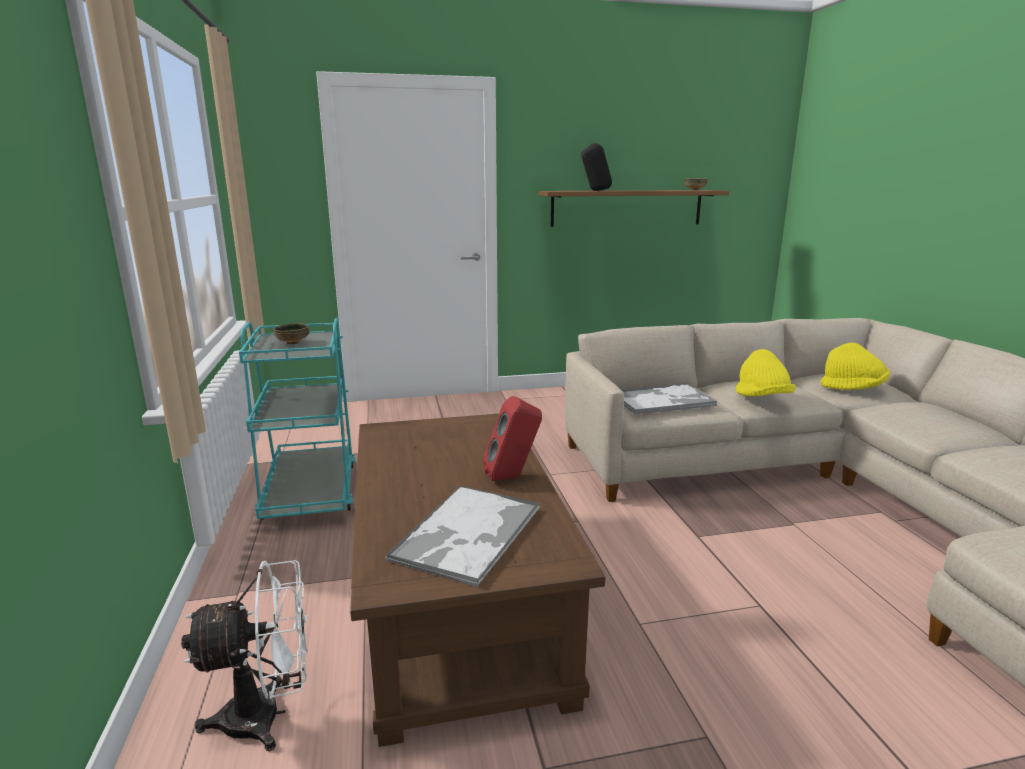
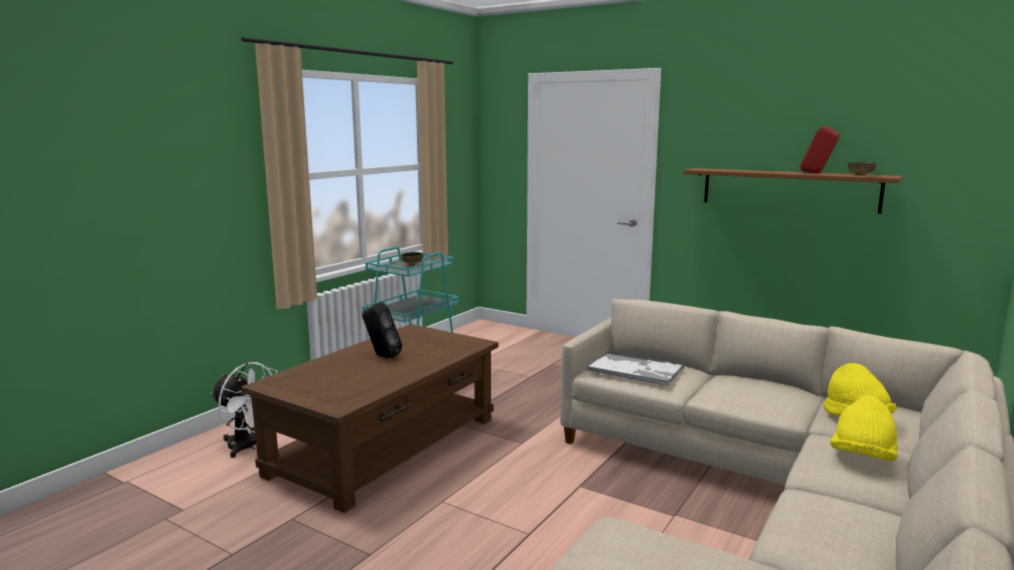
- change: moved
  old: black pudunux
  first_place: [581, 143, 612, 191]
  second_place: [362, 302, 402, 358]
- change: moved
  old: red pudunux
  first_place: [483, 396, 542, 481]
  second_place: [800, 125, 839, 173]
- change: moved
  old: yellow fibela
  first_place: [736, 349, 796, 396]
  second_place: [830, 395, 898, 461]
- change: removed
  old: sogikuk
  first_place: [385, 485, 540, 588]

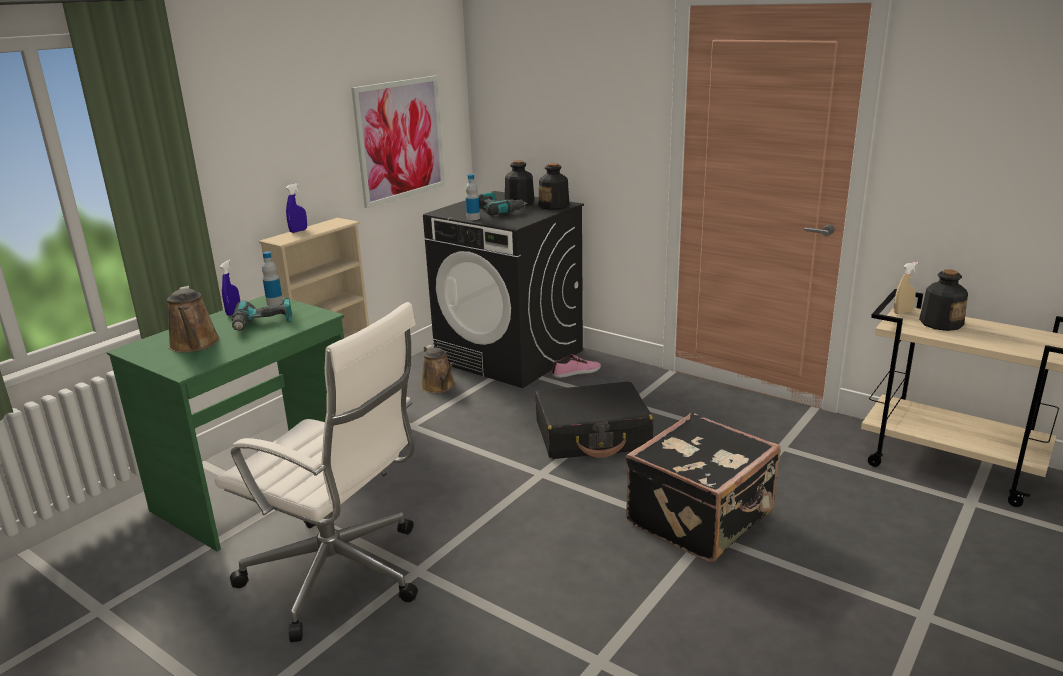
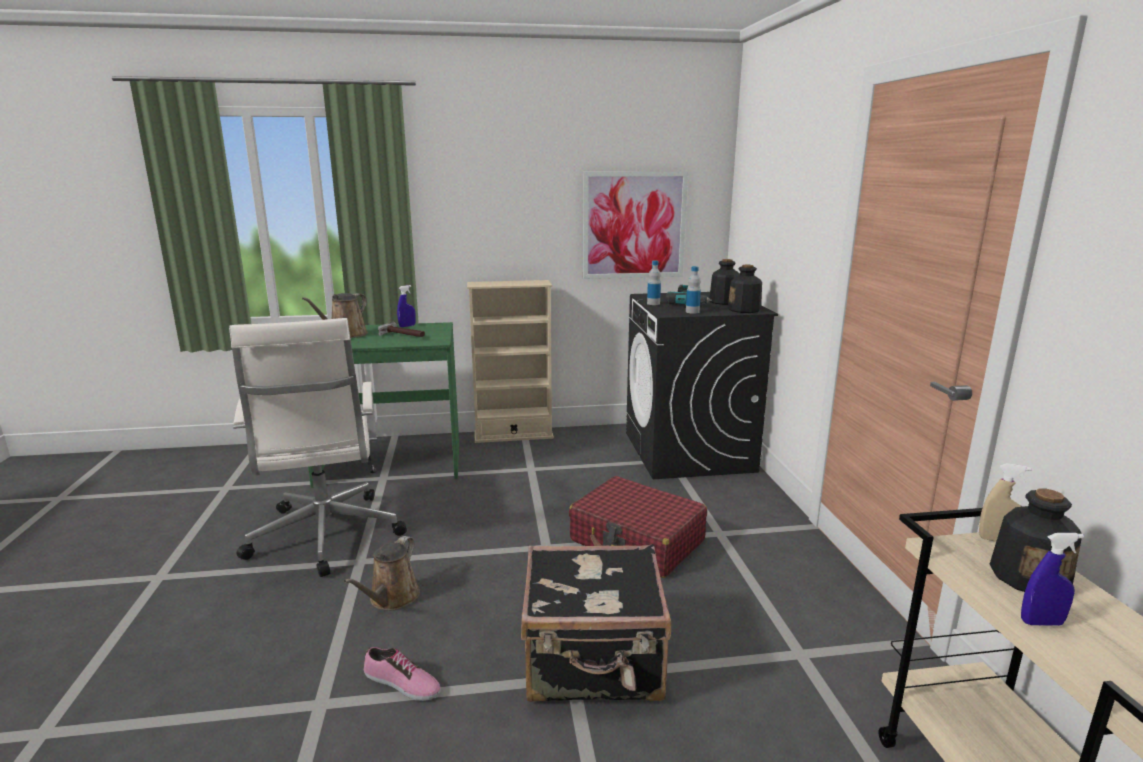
- change: moved
  old: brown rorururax
  first_place: [421, 345, 455, 393]
  second_place: [344, 536, 420, 611]
- change: moved
  old: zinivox
  first_place: [552, 354, 601, 378]
  second_place: [364, 647, 441, 701]
- change: replaced
  old: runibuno
  new: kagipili
  first_place: [232, 298, 292, 331]
  second_place: [378, 322, 425, 337]
- change: recoloured
  old: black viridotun
  new: red viridotun
  first_place: [535, 382, 653, 459]
  second_place: [569, 476, 707, 578]
- change: moved
  old: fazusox
  first_place: [262, 251, 283, 306]
  second_place: [686, 266, 701, 314]
- change: moved
  old: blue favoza
  first_place: [286, 183, 307, 233]
  second_place: [1021, 533, 1084, 626]

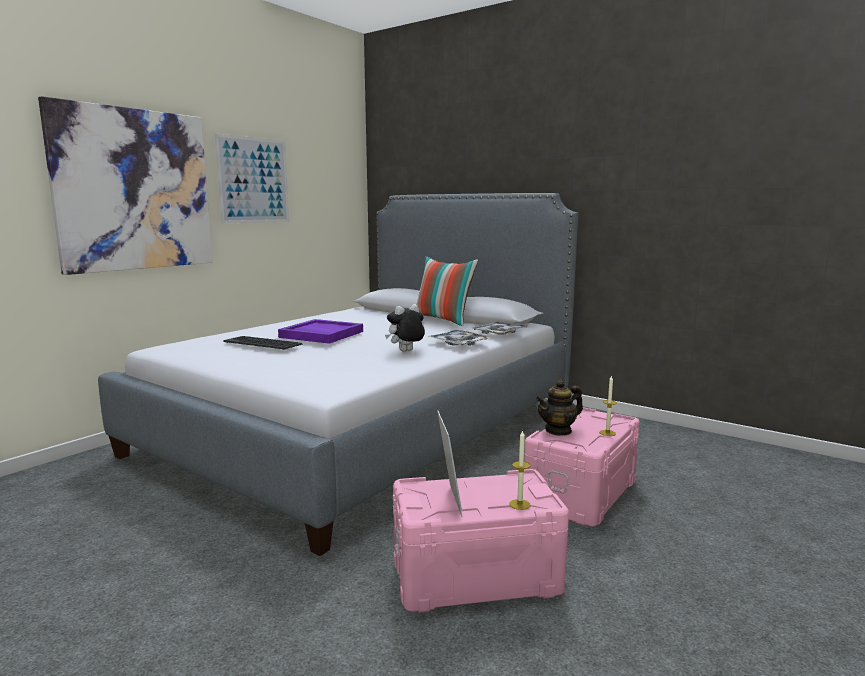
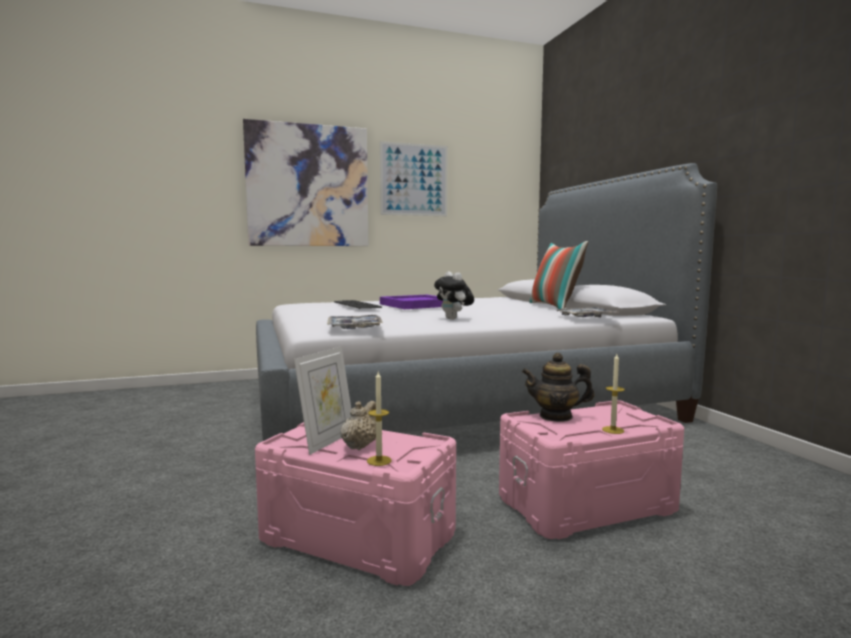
- change: moved
  old: sogikuk
  first_place: [428, 330, 490, 346]
  second_place: [327, 315, 383, 329]
- change: added
  new: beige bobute
  second_place: [340, 401, 376, 450]
- change: turned
  old: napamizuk
  first_place: [385, 304, 425, 351]
  second_place: [434, 271, 474, 320]
  degrees: -120

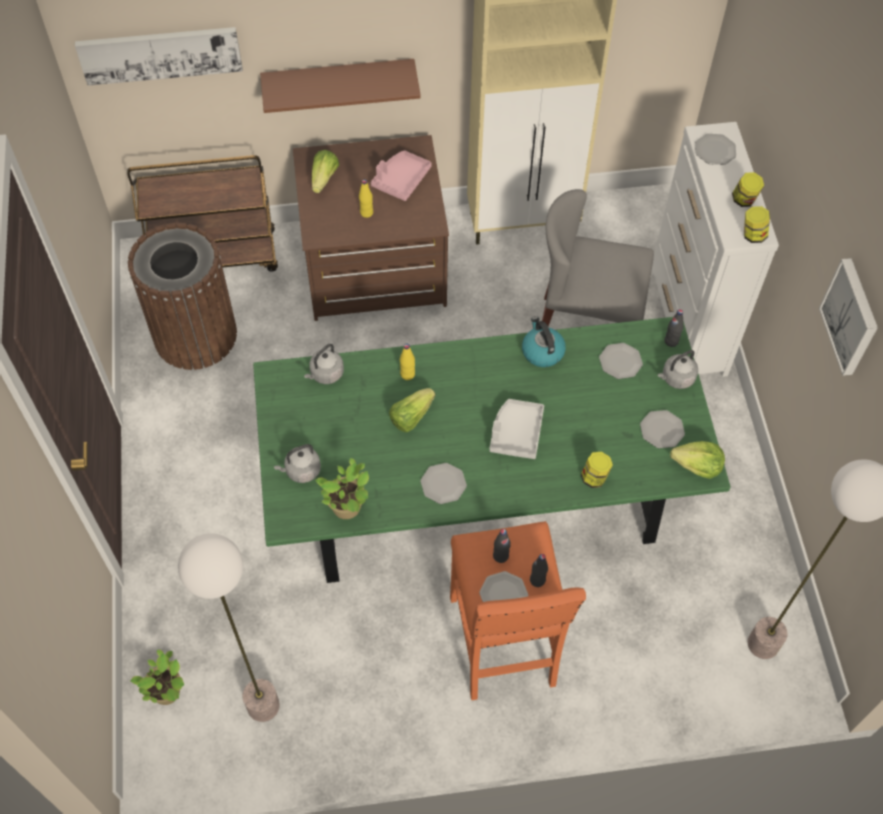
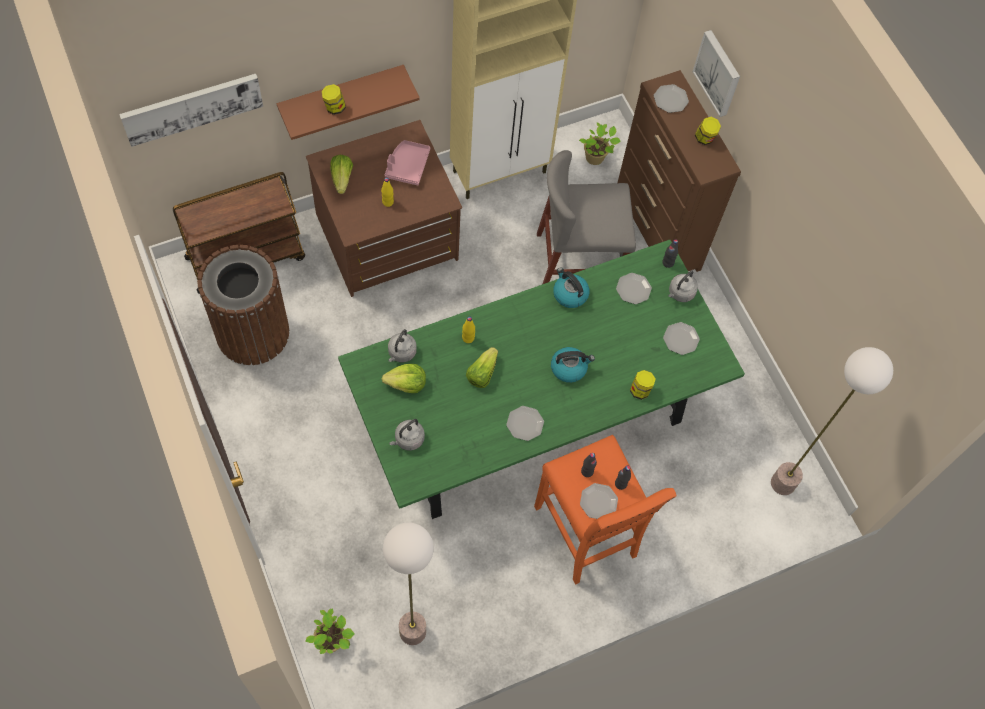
- change: moved
  old: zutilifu
  first_place: [744, 206, 770, 243]
  second_place: [321, 84, 346, 115]
- change: moved
  old: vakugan
  first_place: [670, 441, 725, 479]
  second_place: [382, 364, 426, 393]
- change: replaced
  old: grey sogikuk
  new: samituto
  first_place: [489, 399, 544, 459]
  second_place: [551, 347, 595, 383]
- change: moved
  old: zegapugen
  first_place: [315, 458, 369, 519]
  second_place: [579, 123, 621, 165]
- change: recoloured
  old: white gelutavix
  new: brown gelutavix
  first_place: [651, 122, 779, 377]
  second_place: [618, 70, 741, 272]
- change: moved
  old: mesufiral
  first_place: [819, 258, 878, 376]
  second_place: [693, 30, 740, 117]

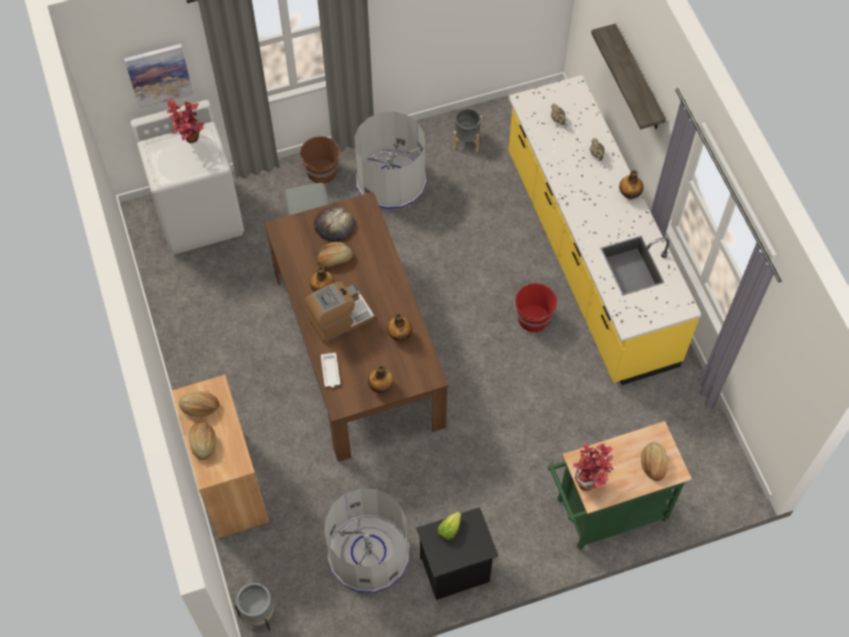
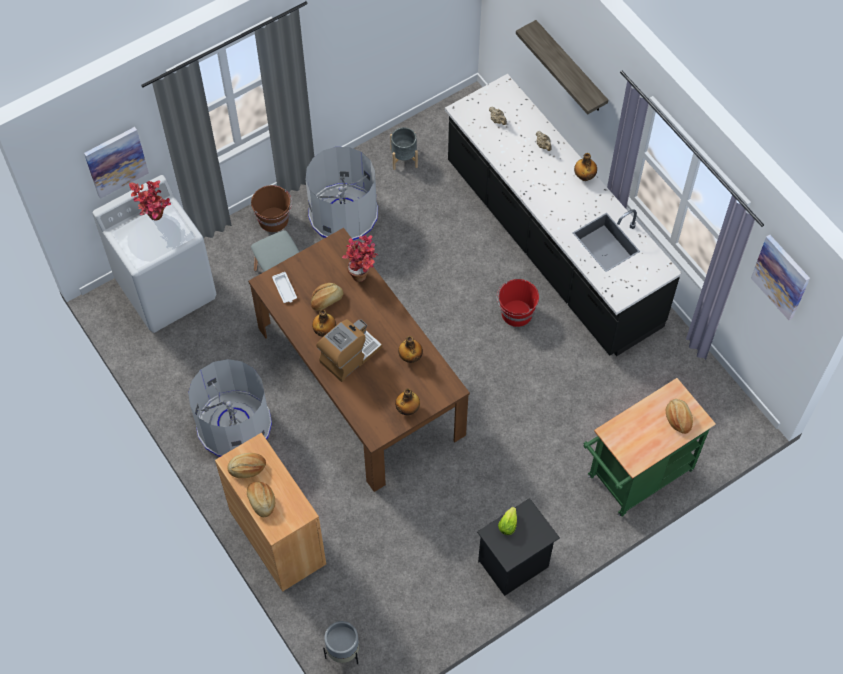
- change: moved
  old: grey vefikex
  first_place: [324, 488, 410, 593]
  second_place: [188, 359, 272, 457]
- change: moved
  old: white sogikuk
  first_place: [321, 353, 340, 388]
  second_place: [272, 272, 297, 303]
- change: moved
  old: zegapugen
  first_place: [573, 443, 614, 491]
  second_place: [342, 234, 378, 282]
- change: recoloured
  old: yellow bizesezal
  new: black bizesezal
  first_place: [508, 75, 702, 385]
  second_place: [445, 74, 682, 356]
- change: added
  new: mesufiral
  second_place: [751, 235, 810, 320]
- change: removed
  old: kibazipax
  first_place: [314, 206, 355, 242]

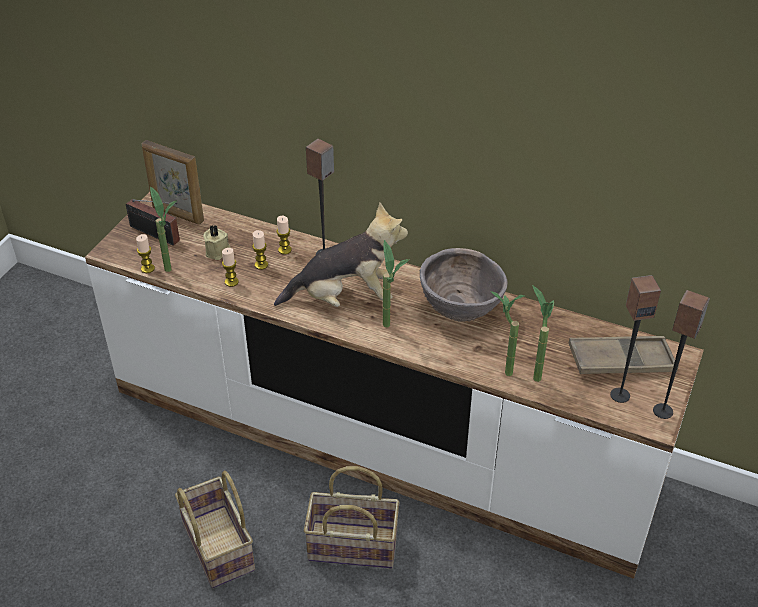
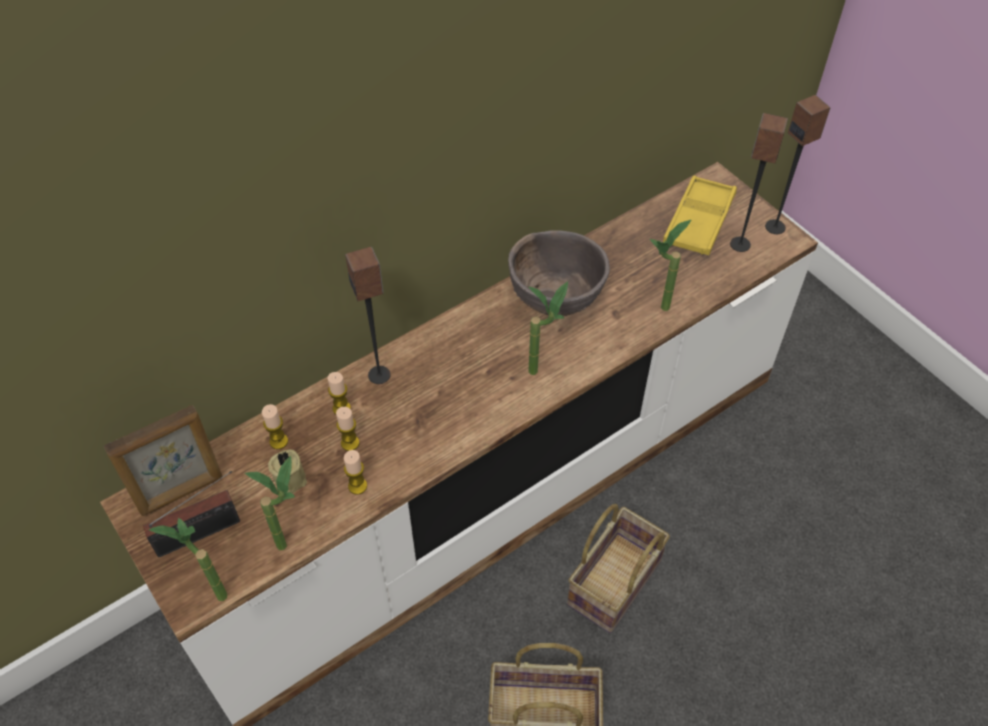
- change: moved
  old: zegapugen
  first_place: [532, 285, 554, 382]
  second_place: [148, 518, 227, 601]
- change: moved
  old: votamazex
  first_place: [136, 234, 155, 273]
  second_place: [262, 404, 288, 449]
- change: recoloured
  old: brown sogikuk
  new: yellow sogikuk
  first_place: [569, 336, 678, 374]
  second_place: [663, 176, 737, 255]
- change: removed
  old: napamizuk
  first_place: [274, 202, 408, 307]

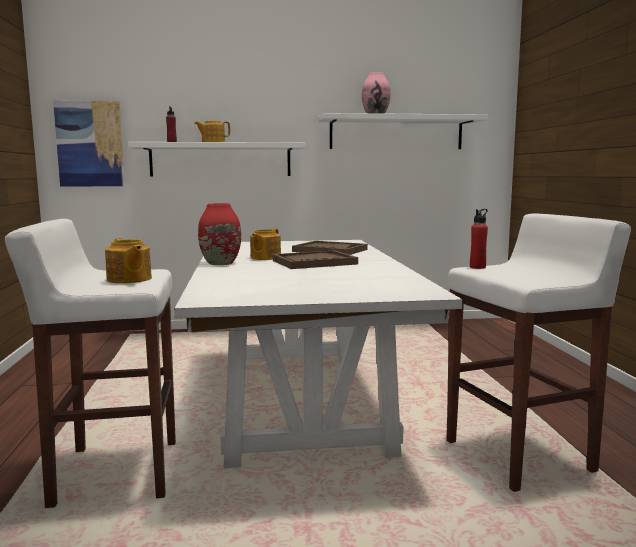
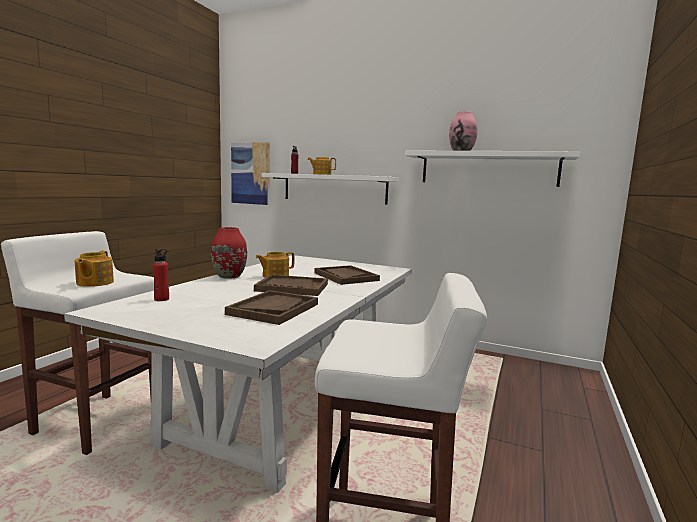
- change: moved
  old: red fazusox
  first_place: [470, 209, 488, 269]
  second_place: [153, 249, 169, 301]
- change: added
  new: brown sogikuk
  second_place: [225, 290, 318, 325]

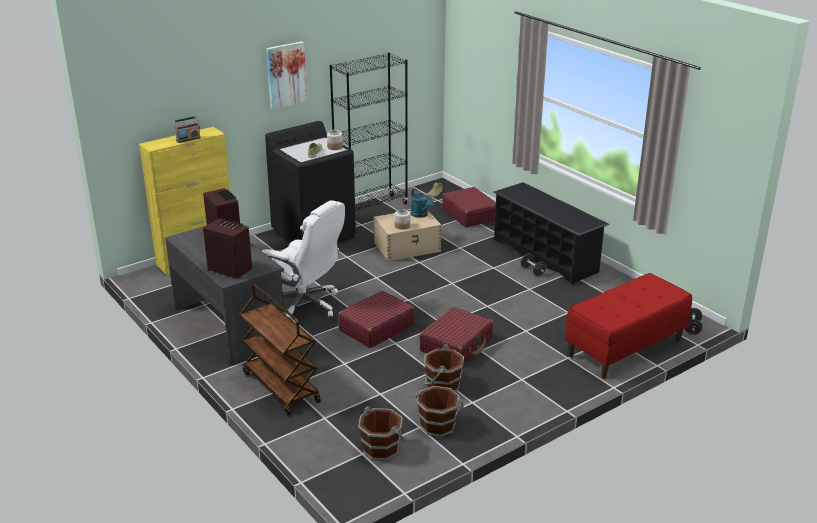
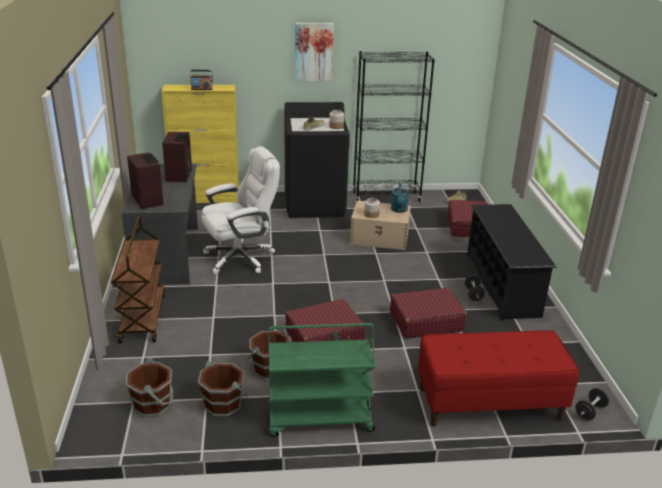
- change: turned
  old: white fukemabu
  first_place: [262, 200, 345, 318]
  second_place: [202, 146, 280, 274]
  degrees: -90
- change: added
  new: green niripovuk
  second_place: [268, 323, 376, 437]
- change: moved
  old: red viridotun
  first_place: [338, 291, 414, 348]
  second_place: [390, 288, 467, 339]

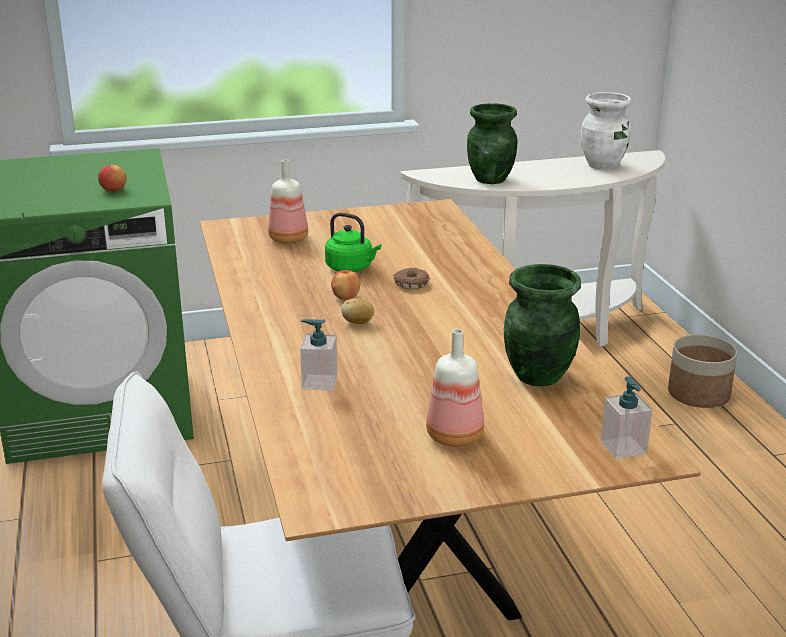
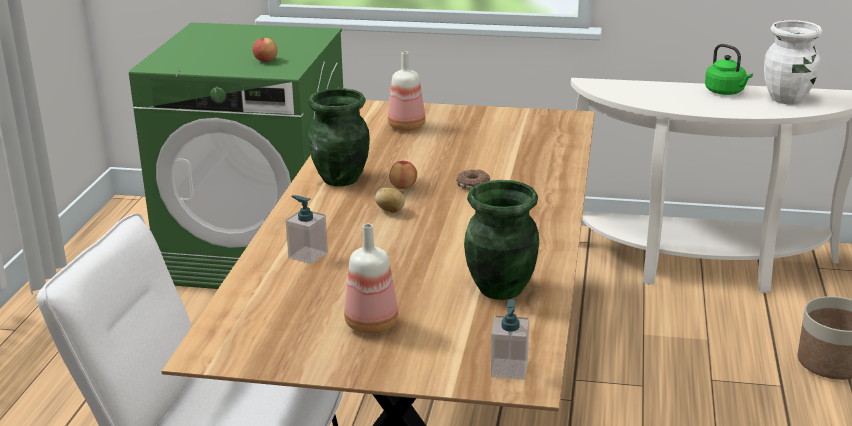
- change: moved
  old: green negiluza
  first_place: [467, 103, 518, 184]
  second_place: [308, 88, 370, 186]
- change: moved
  old: green samituto
  first_place: [325, 213, 381, 272]
  second_place: [705, 44, 753, 95]

